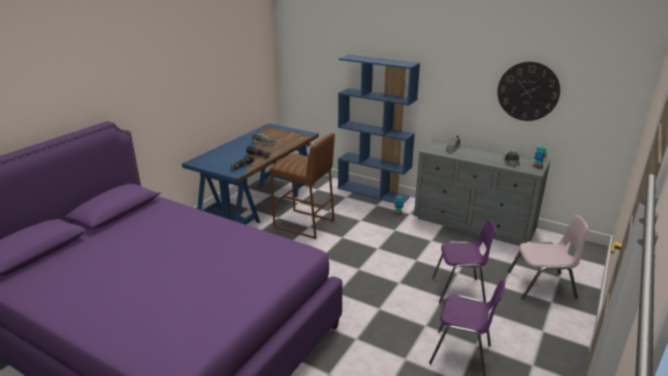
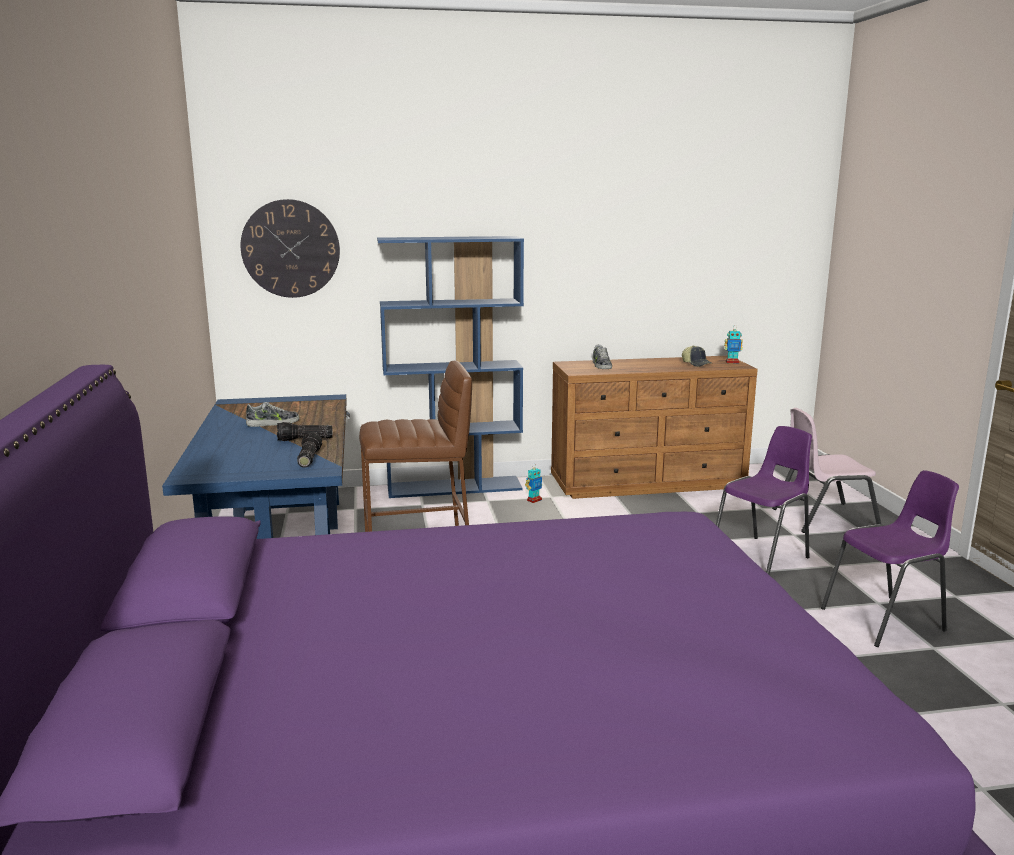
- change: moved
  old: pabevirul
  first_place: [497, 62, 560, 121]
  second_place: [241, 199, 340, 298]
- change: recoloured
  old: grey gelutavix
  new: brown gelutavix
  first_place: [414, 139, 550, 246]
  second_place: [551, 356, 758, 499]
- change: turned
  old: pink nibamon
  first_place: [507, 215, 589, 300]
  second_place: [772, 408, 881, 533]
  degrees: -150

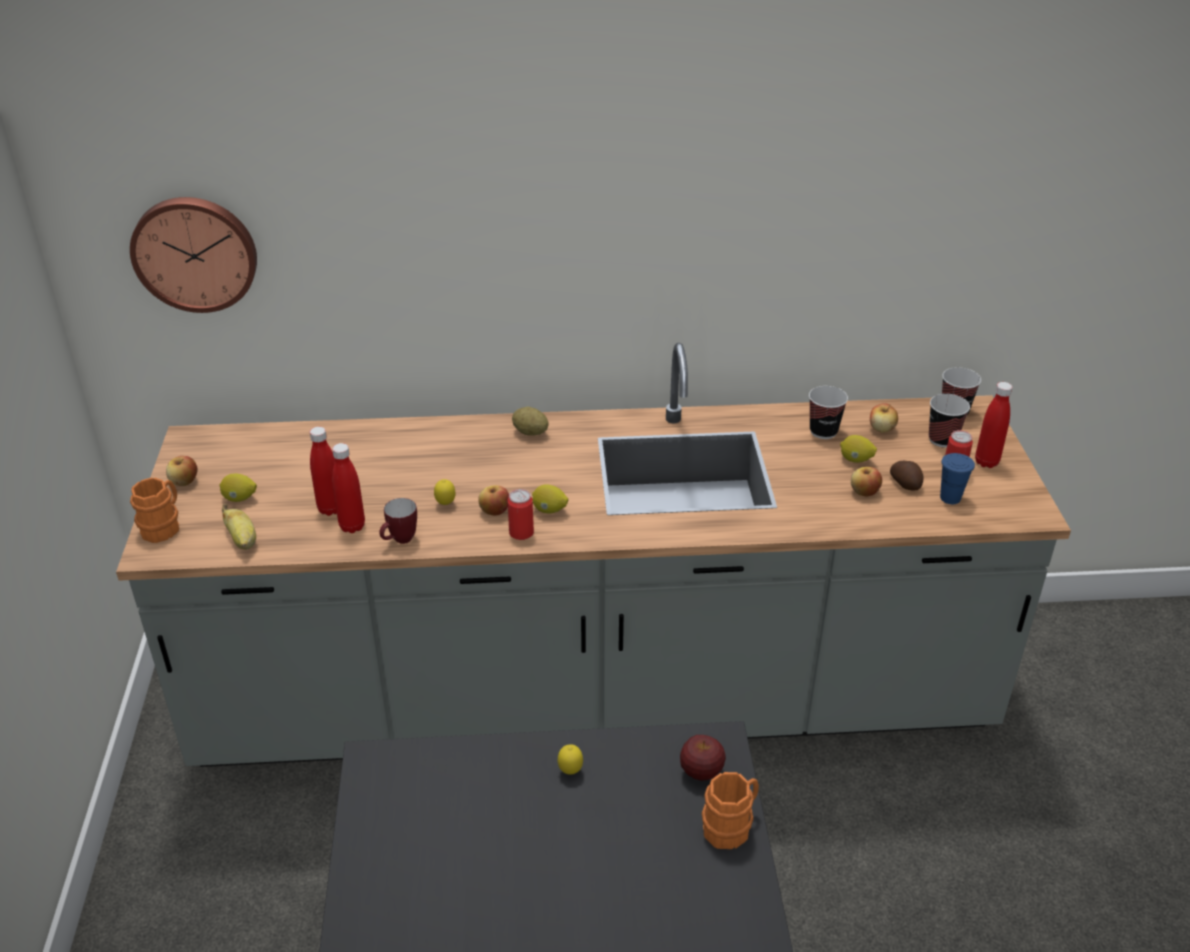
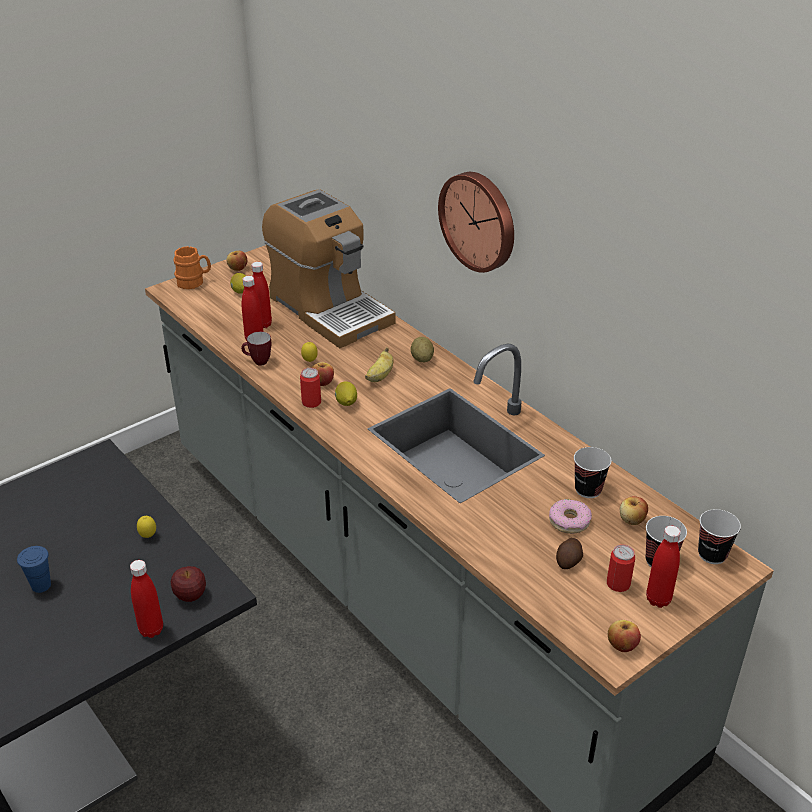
- change: moved
  old: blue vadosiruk
  first_place: [940, 453, 975, 504]
  second_place: [17, 546, 51, 593]
- change: replaced
  old: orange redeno
  new: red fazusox
  first_place: [702, 772, 759, 849]
  second_place: [130, 560, 163, 638]
- change: added
  new: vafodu
  second_place: [262, 189, 396, 348]
- change: moved
  old: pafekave
  first_place: [222, 504, 256, 550]
  second_place: [365, 347, 394, 382]
- change: moved
  old: pabevirul
  first_place: [130, 197, 257, 313]
  second_place: [438, 172, 514, 273]
- change: replaced
  old: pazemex
  new: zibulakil
  first_place: [840, 435, 877, 463]
  second_place: [549, 499, 592, 534]
- change: moved
  old: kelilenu
  first_place: [851, 467, 882, 496]
  second_place: [608, 620, 641, 652]

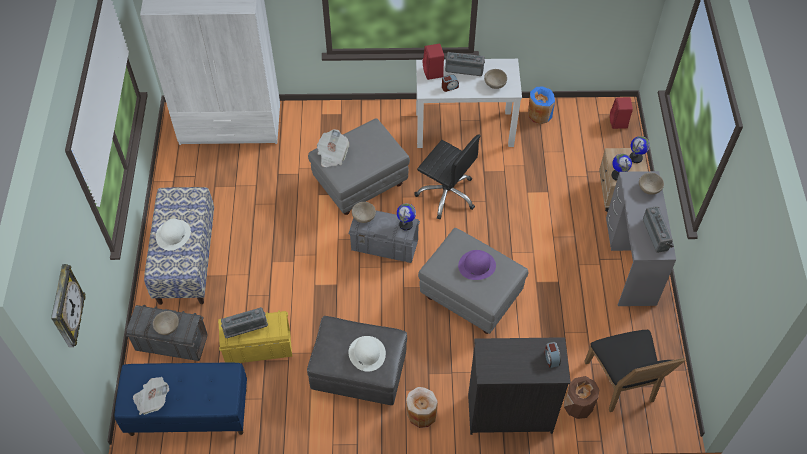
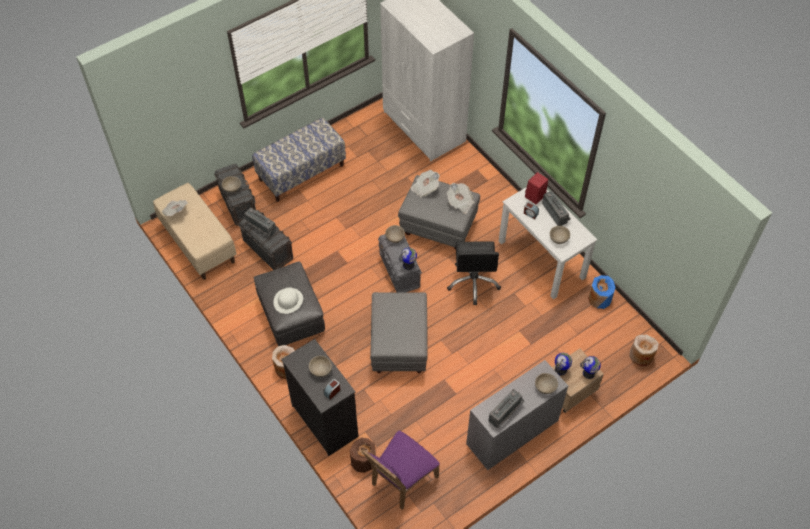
- change: recoloured
  old: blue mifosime
  new: beige mifosime
  first_place: [114, 362, 247, 436]
  second_place: [153, 183, 237, 280]
- change: recoloured
  old: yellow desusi
  new: grey desusi
  first_place: [218, 310, 292, 363]
  second_place: [238, 210, 293, 270]
- change: added
  new: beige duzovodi
  second_place: [309, 356, 332, 377]
- change: recoloured
  old: black nibamon
  new: purple nibamon
  first_place: [584, 330, 686, 412]
  second_place: [362, 431, 440, 510]
- change: added
  new: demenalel
  second_place: [447, 183, 475, 214]
- change: replaced
  old: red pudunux
  new: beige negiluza
  first_place: [610, 97, 633, 129]
  second_place: [629, 335, 659, 366]
- change: removed
  old: pabevirul
  first_place: [51, 264, 86, 347]
- change: removed
  old: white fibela
  first_place: [156, 219, 191, 250]
- change: removed
  old: purple fibela
  first_place: [458, 250, 496, 280]

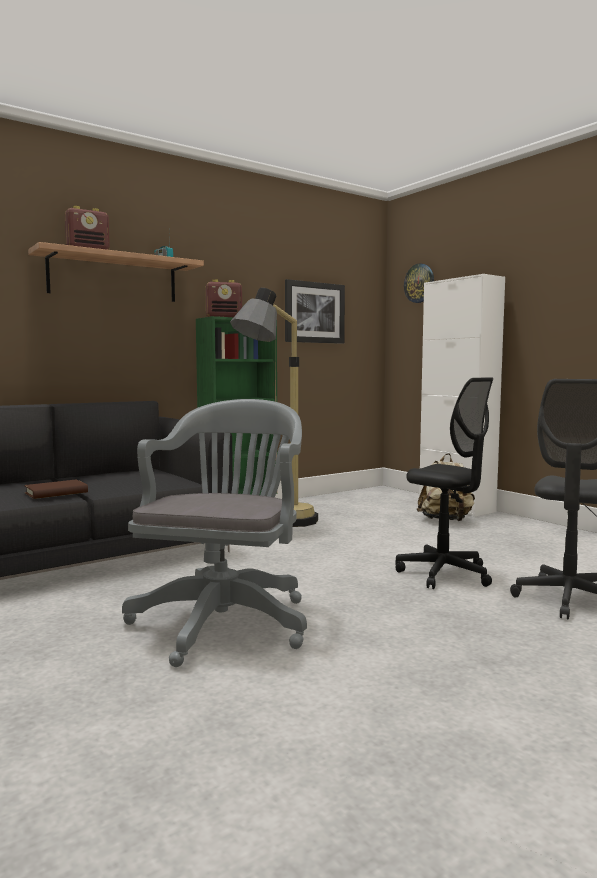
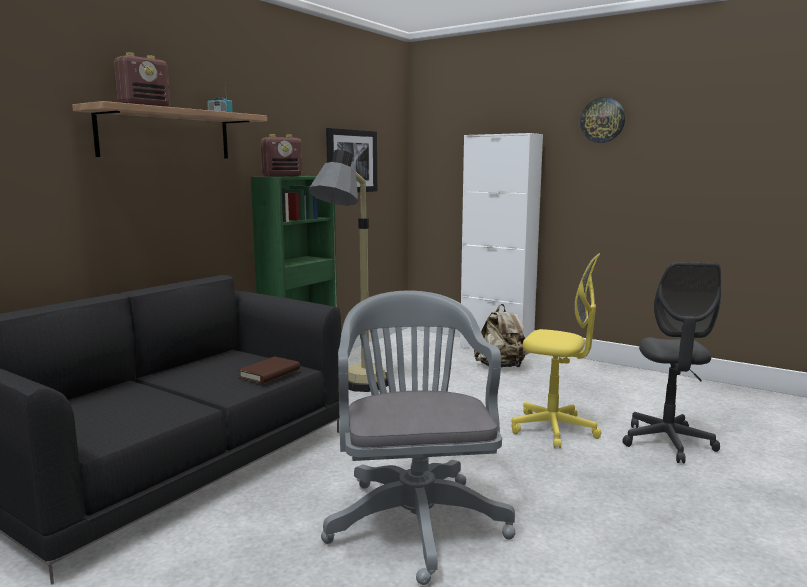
- change: moved
  old: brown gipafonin
  first_place: [24, 479, 88, 499]
  second_place: [238, 356, 300, 384]
- change: recoloured
  old: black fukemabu
  new: yellow fukemabu
  first_place: [396, 377, 493, 589]
  second_place: [511, 253, 602, 449]
- change: moved
  old: pabevirul
  first_place: [404, 263, 434, 303]
  second_place: [580, 97, 625, 143]

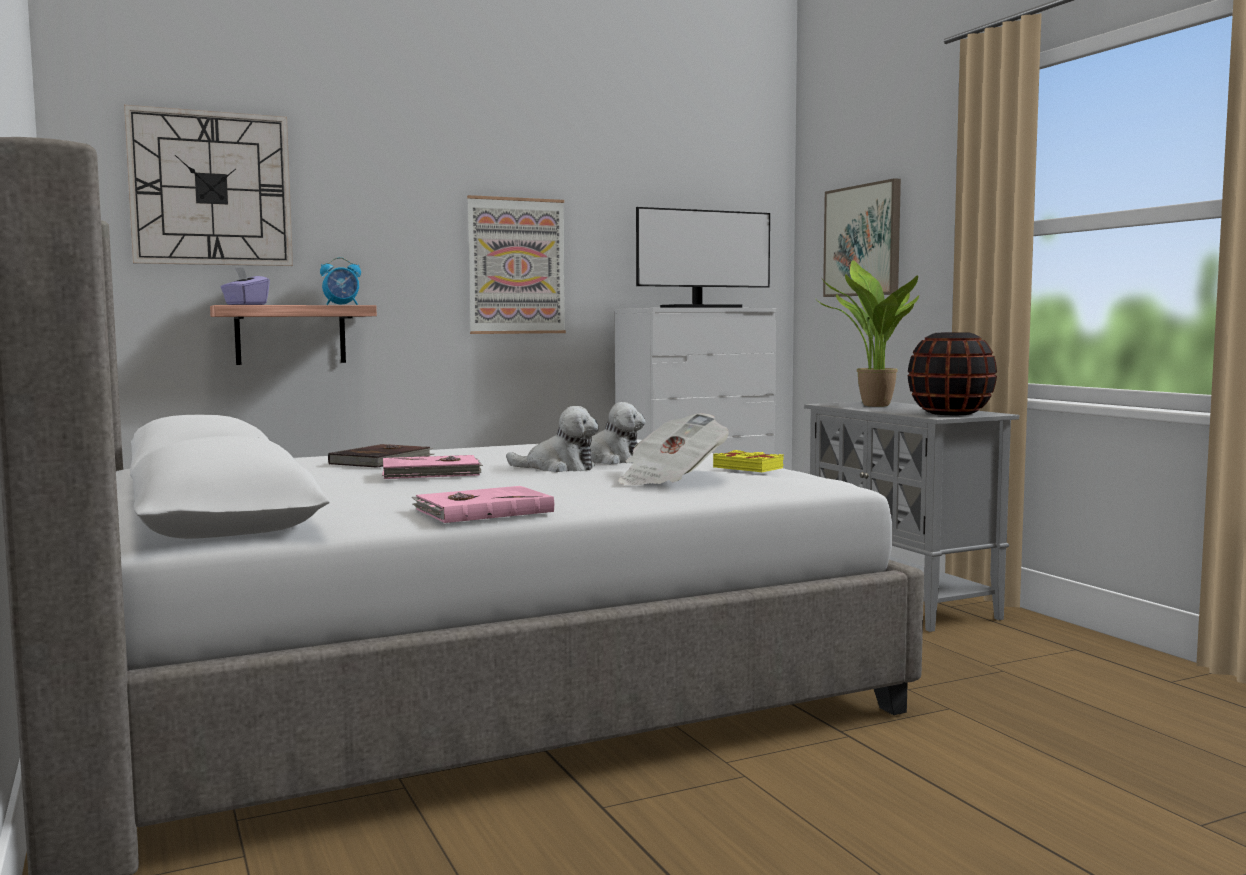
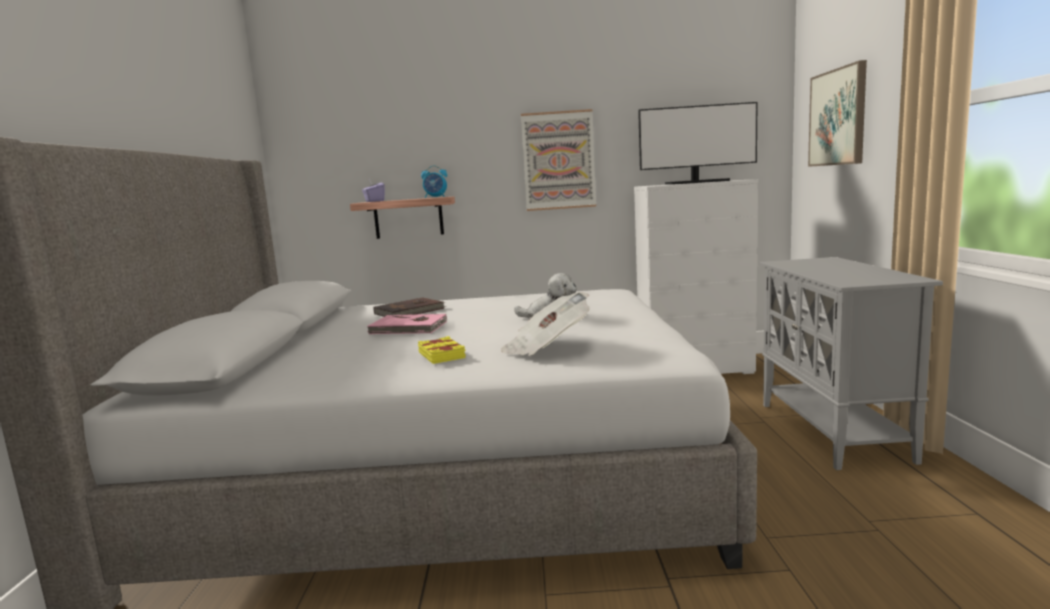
- change: moved
  old: yellow gipafonin
  first_place: [713, 450, 784, 472]
  second_place: [418, 336, 466, 364]
- change: removed
  old: pabevirul
  first_place: [124, 105, 293, 266]
- change: removed
  old: pink gipafonin
  first_place: [412, 486, 554, 523]
- change: removed
  old: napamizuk
  first_place: [506, 406, 599, 472]
- change: removed
  old: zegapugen
  first_place: [817, 260, 919, 407]
- change: removed
  old: black negiluza
  first_place: [908, 333, 997, 415]

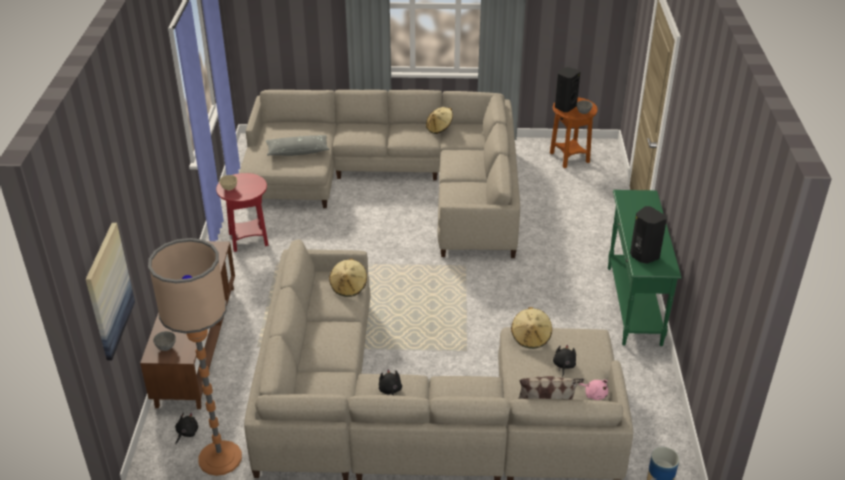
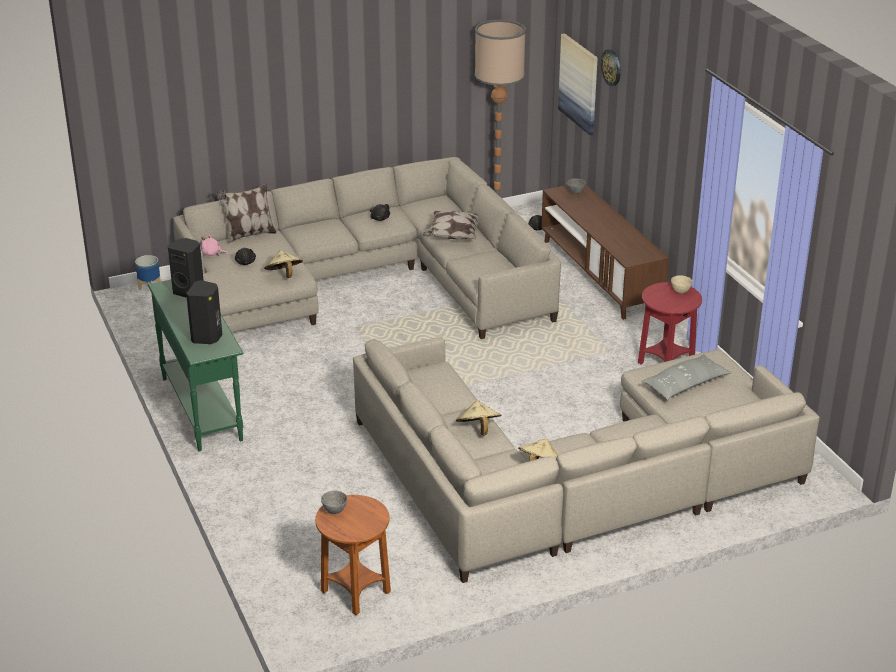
- change: moved
  old: black pudunux
  first_place: [555, 67, 580, 112]
  second_place: [186, 280, 222, 344]
- change: added
  new: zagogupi
  second_place: [423, 210, 479, 239]
- change: moved
  old: beige fibela
  first_place: [329, 259, 367, 297]
  second_place: [456, 400, 502, 436]
- change: added
  new: pabevirul
  second_place: [601, 49, 621, 86]

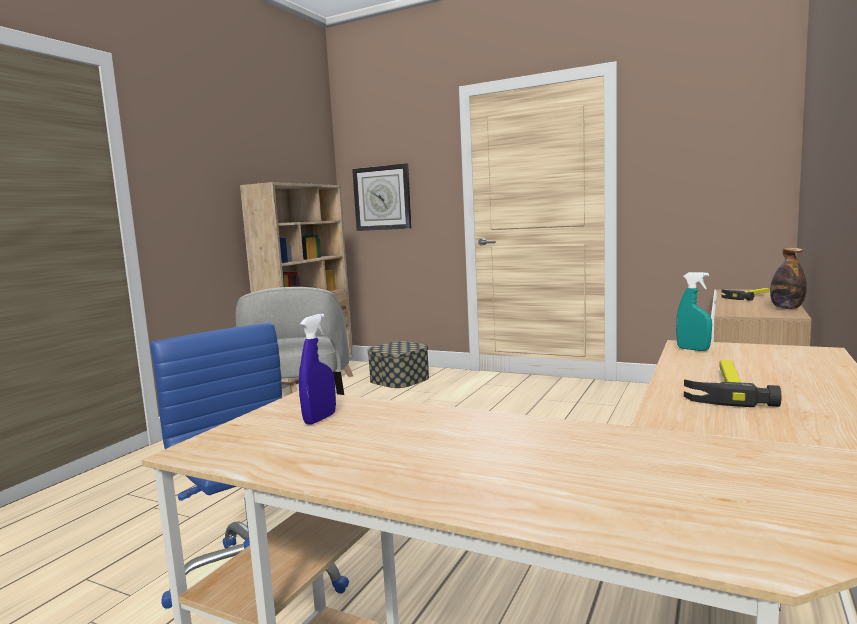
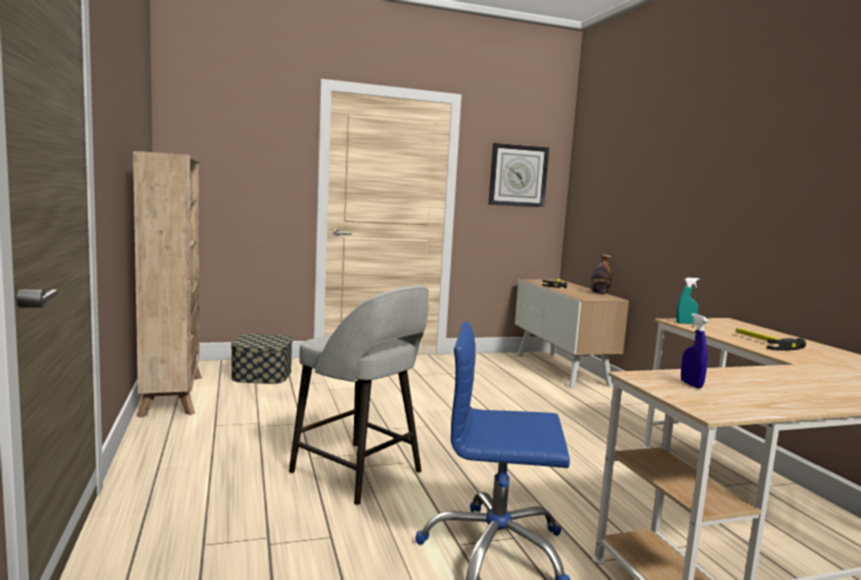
- change: moved
  old: pabevirul
  first_place: [352, 163, 412, 231]
  second_place: [489, 143, 549, 208]

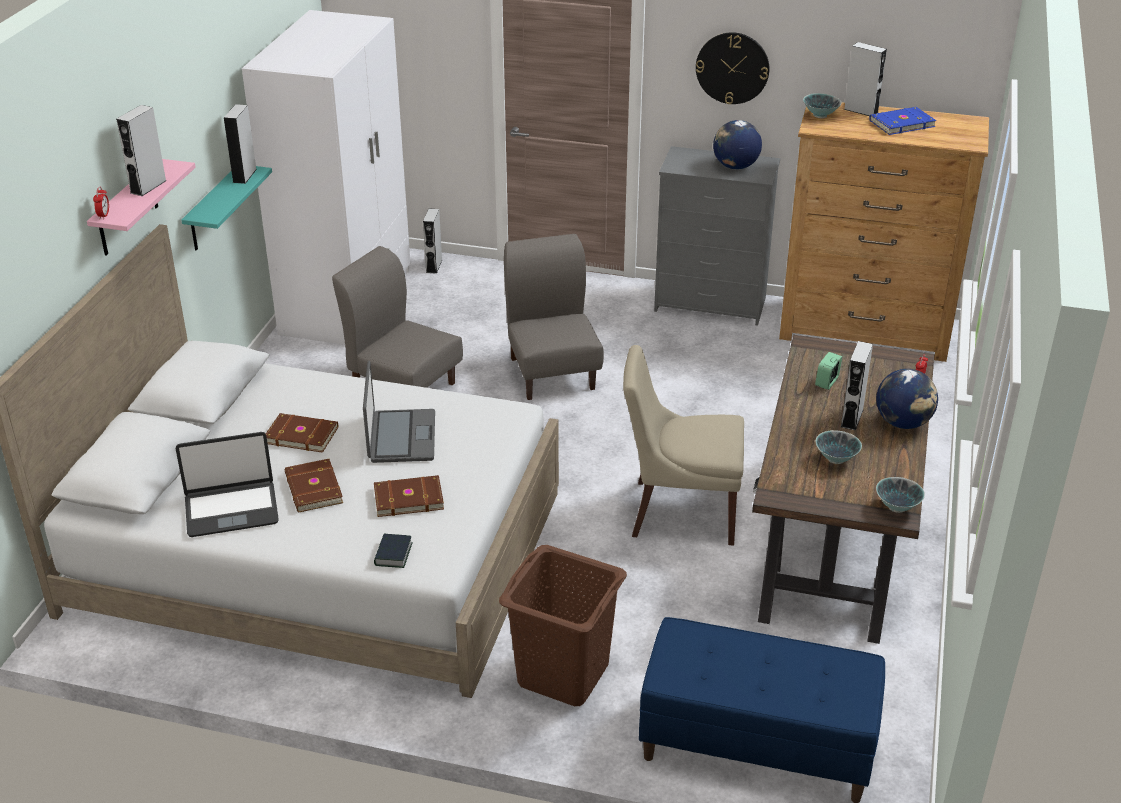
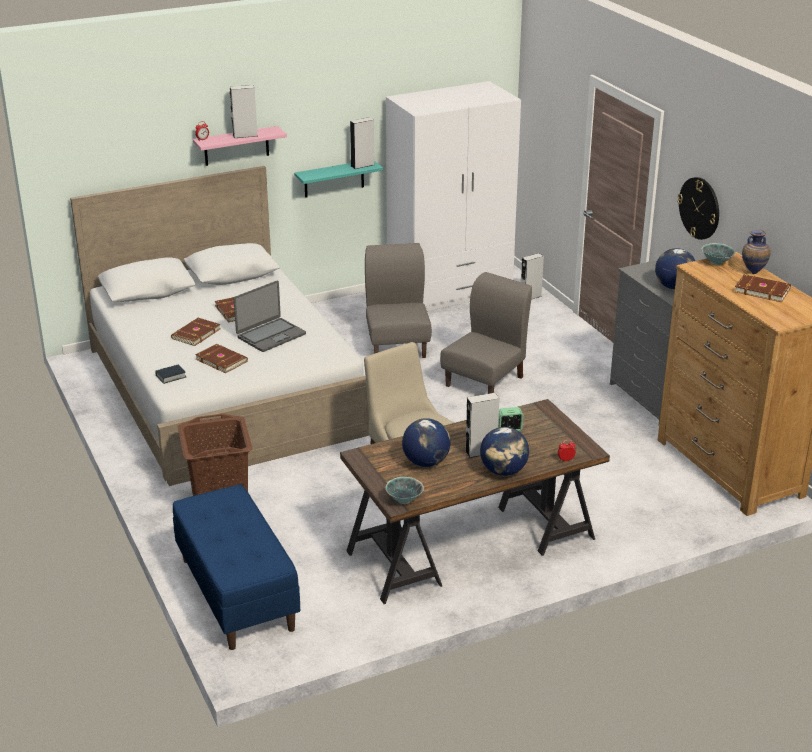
- change: replaced
  old: duzovodi
  new: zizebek
  first_place: [816, 430, 862, 464]
  second_place: [402, 418, 451, 467]
- change: recoloured
  old: blue gipafonin
  new: brown gipafonin
  first_place: [869, 107, 936, 135]
  second_place: [734, 274, 791, 302]
- change: replaced
  old: grey pudunux
  new: negiluza
  first_place: [844, 42, 887, 116]
  second_place: [742, 230, 771, 274]
- change: removed
  old: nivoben
  first_place: [175, 432, 279, 537]

